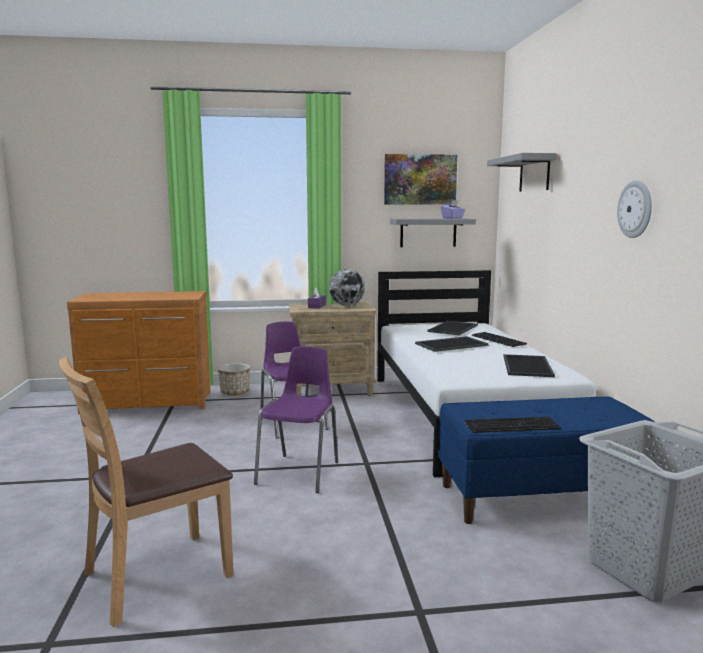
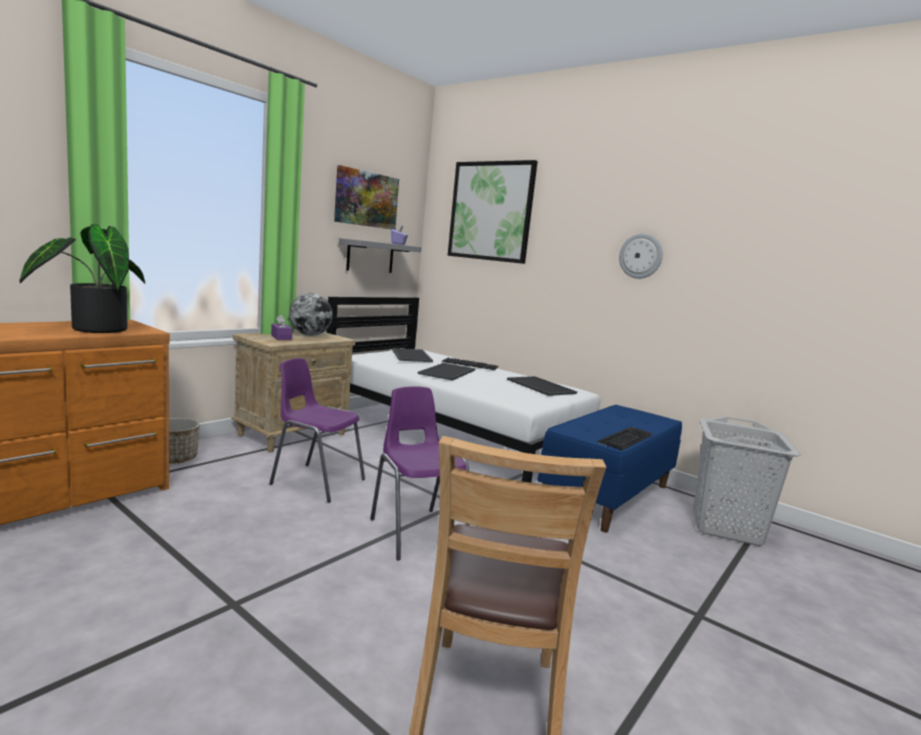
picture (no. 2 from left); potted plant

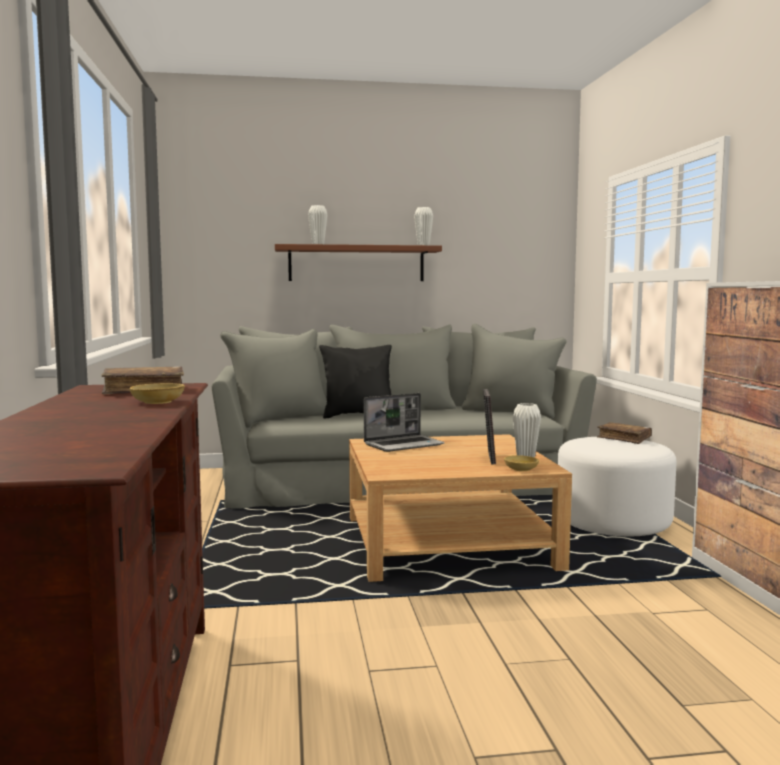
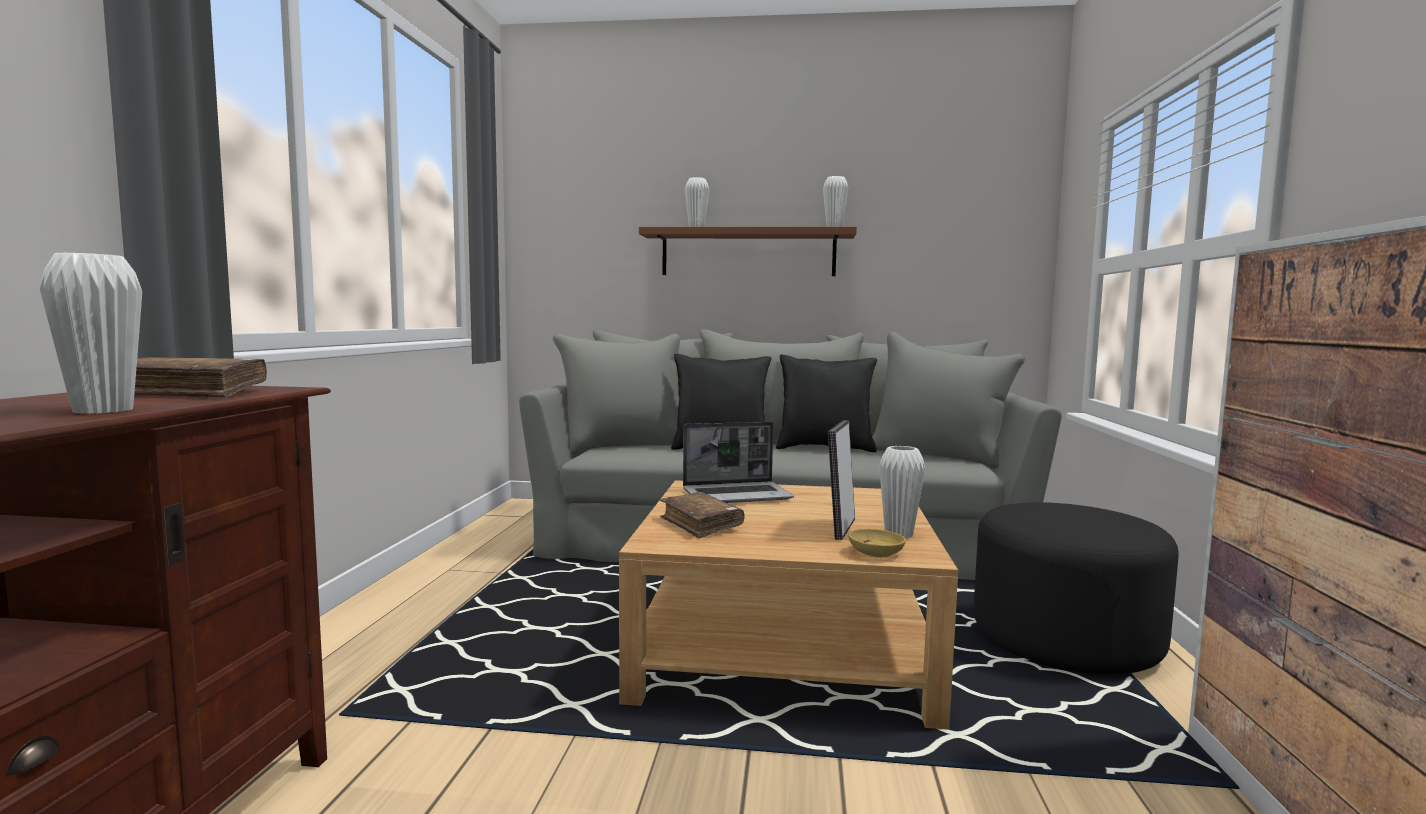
vase (white) (no. 1 from left); ottoman (black); book (brown) (no. 2 from left); pillow (black) (no. 2 from left)

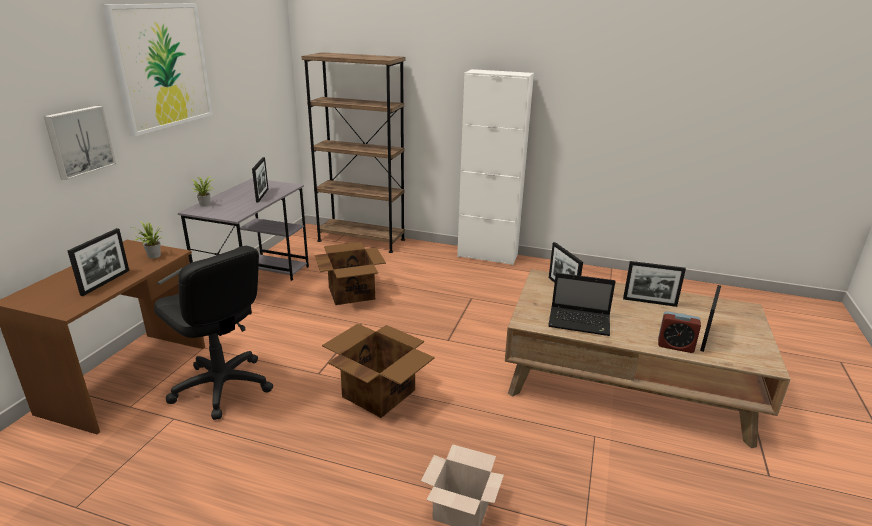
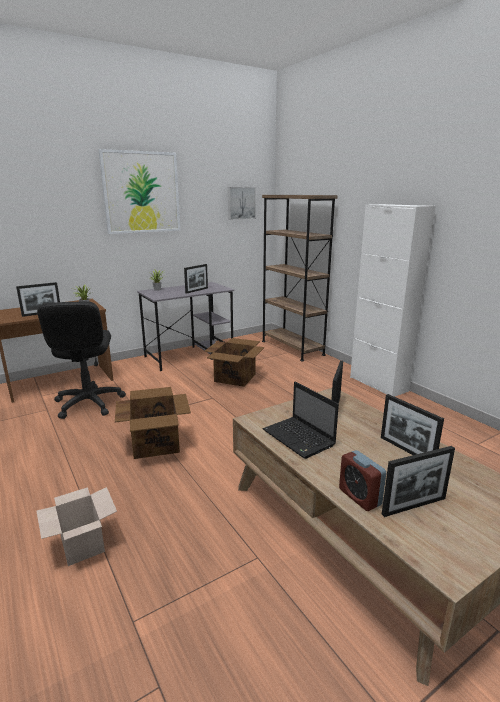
picture (no. 2 from left)

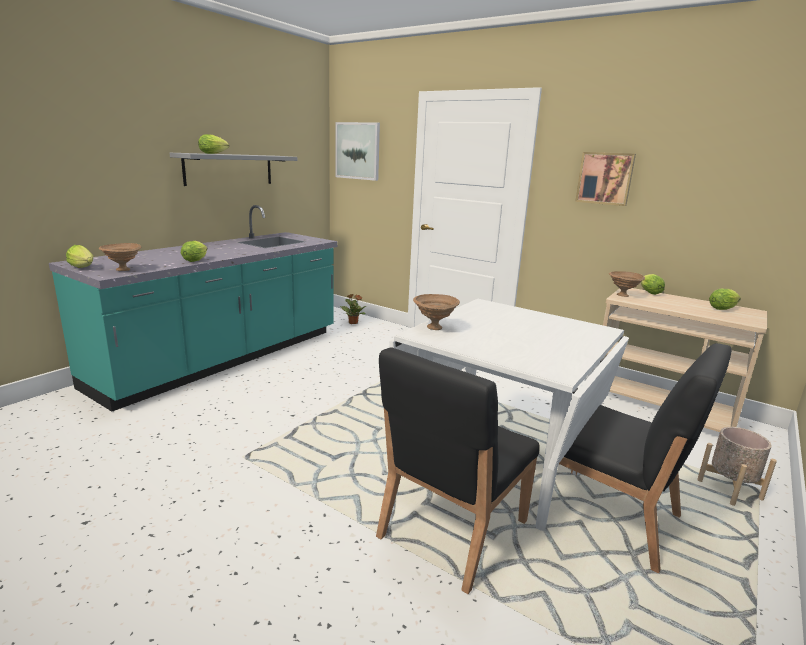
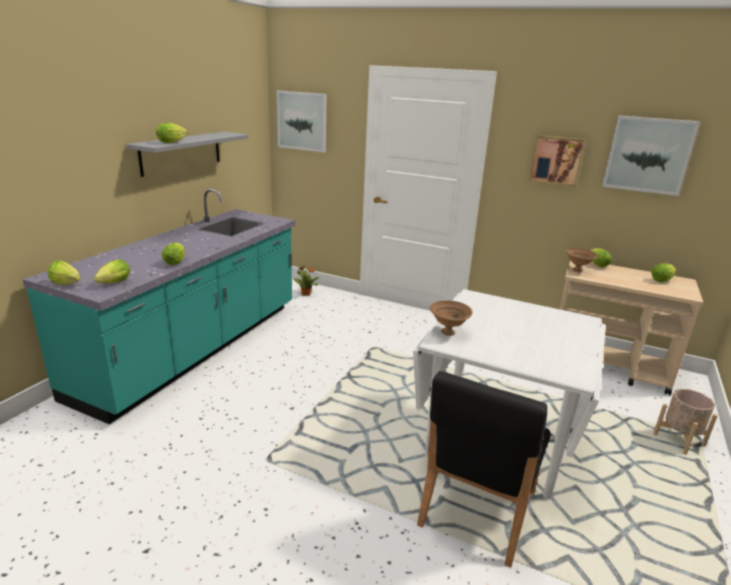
lettuce (no. 2 from left); chair (black) (no. 2 from left in the first image); picture (no. 3 from left)

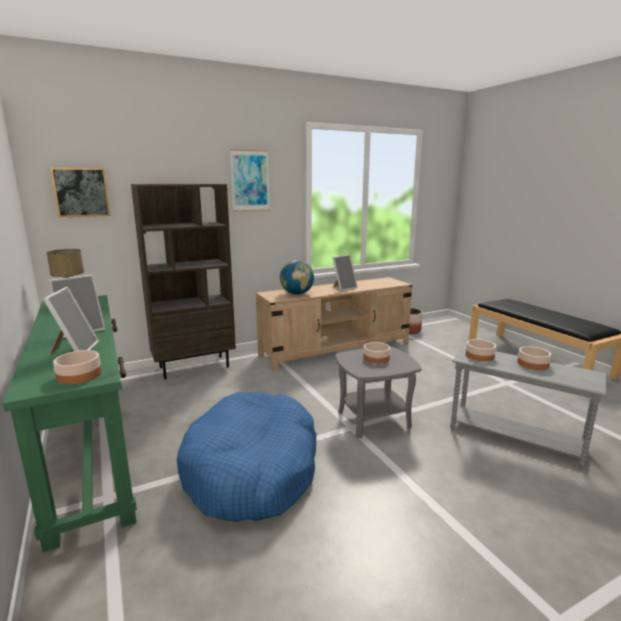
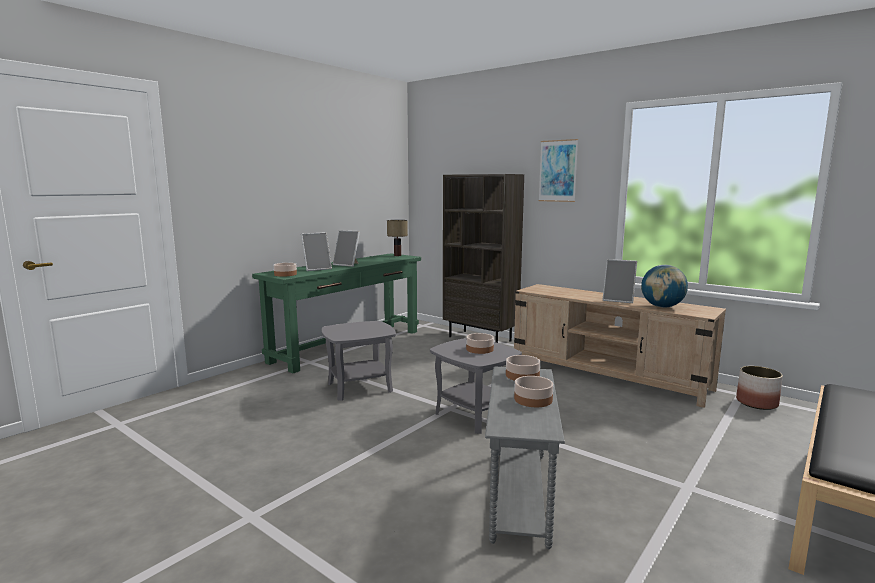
picture (no. 1 from left in the first image); side table (grey) (no. 1 from left); globe

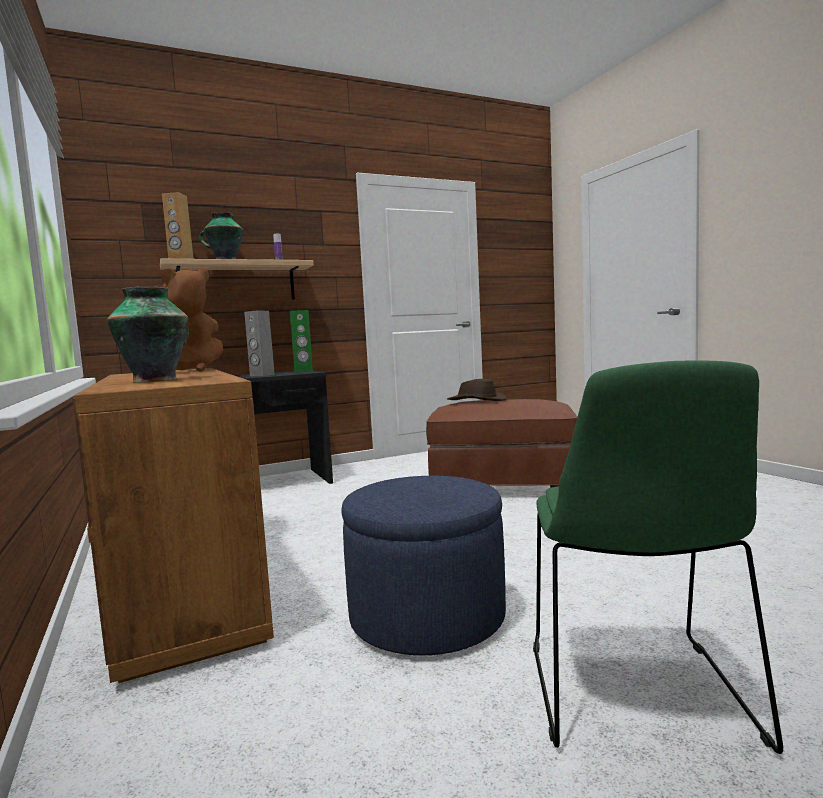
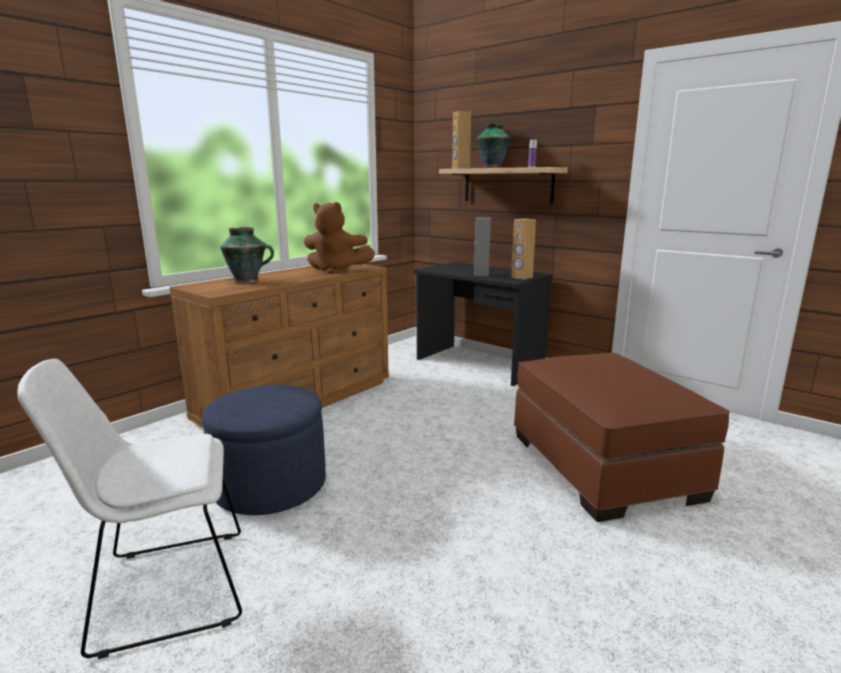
speaker (brown) (no. 2 from left); hat (brown); chair (white)

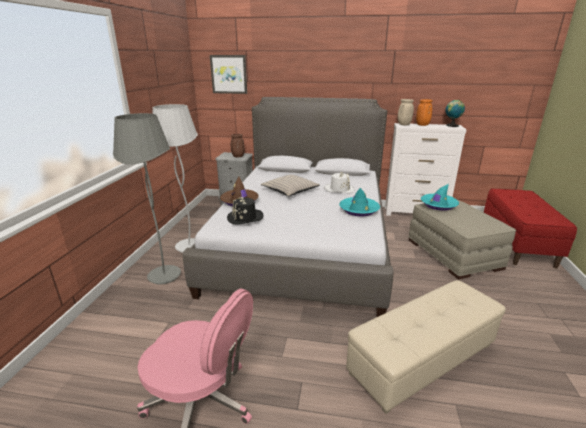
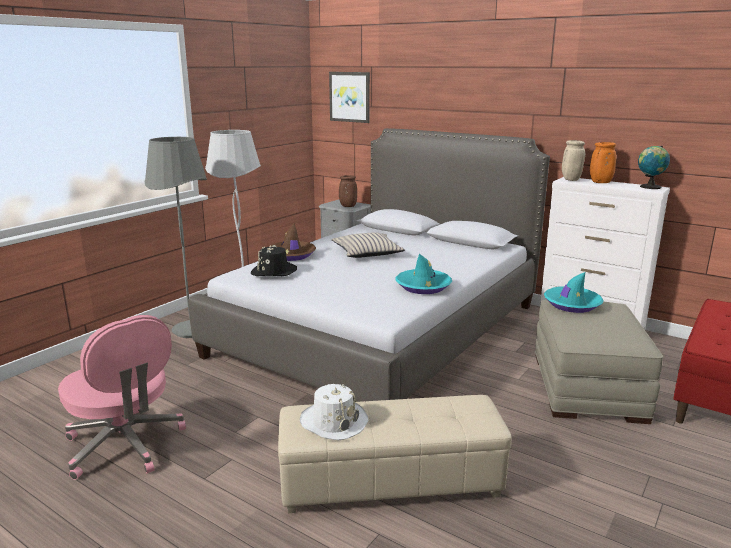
hat (white)

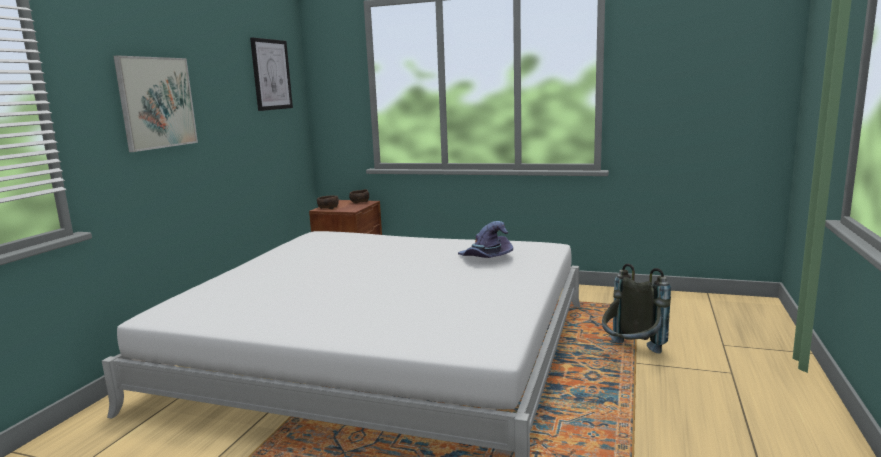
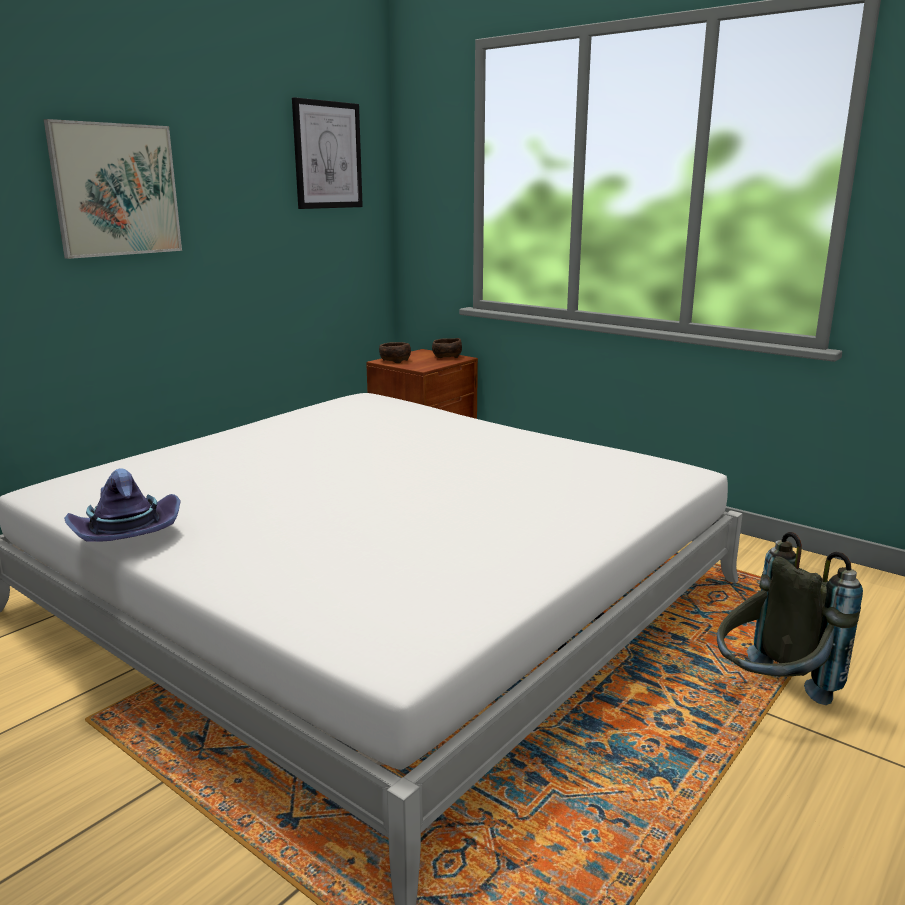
hat (purple)

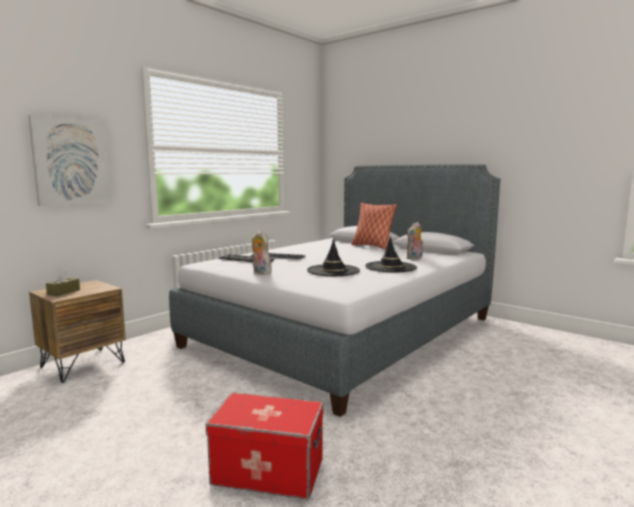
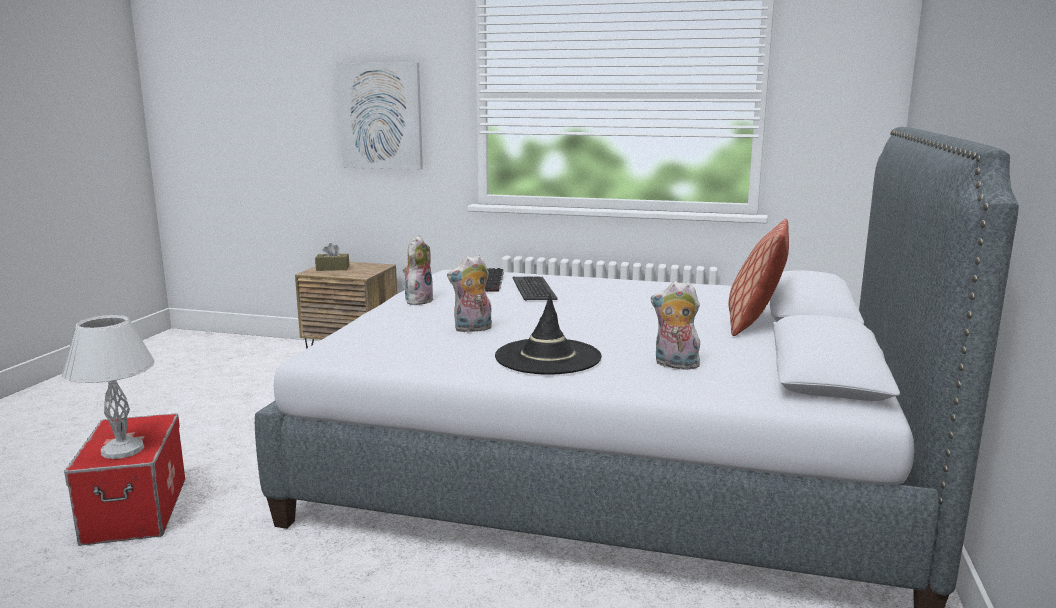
plush toy (no. 2 from left); table lamp (white)

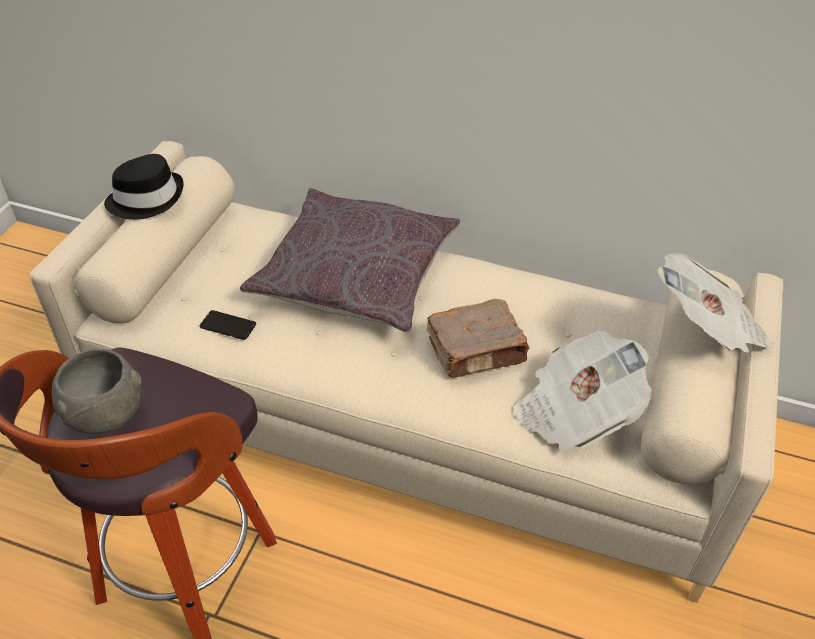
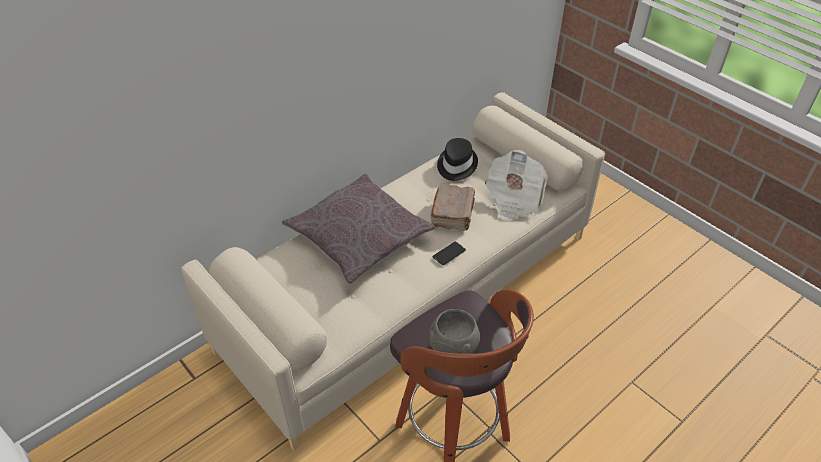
hat (black); phone; newspaper (no. 2 from left in the first image)

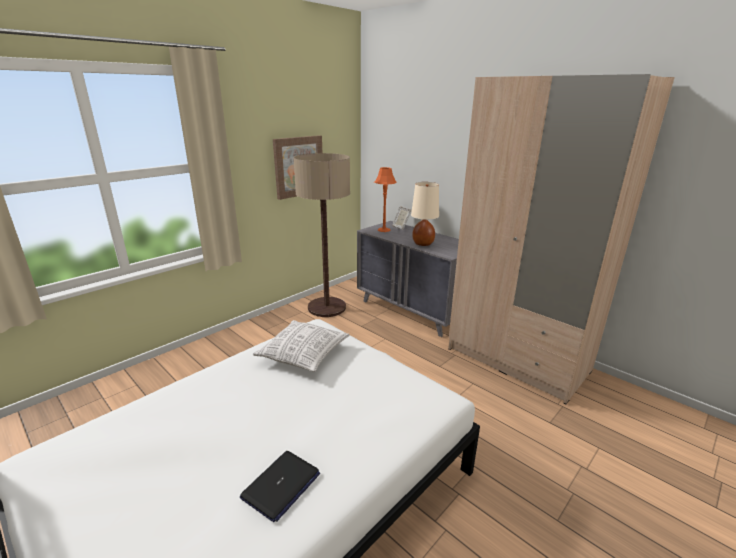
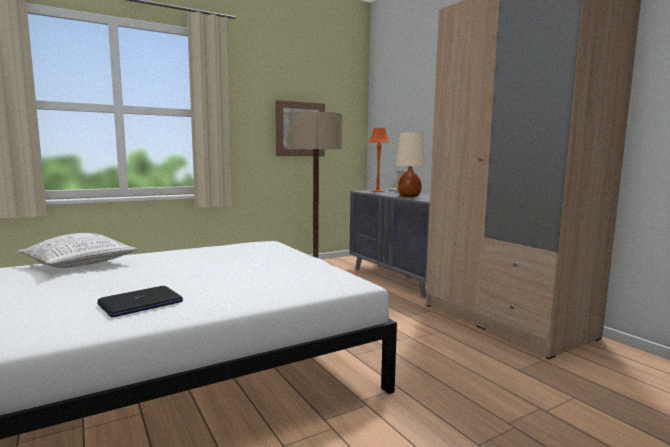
pillow

